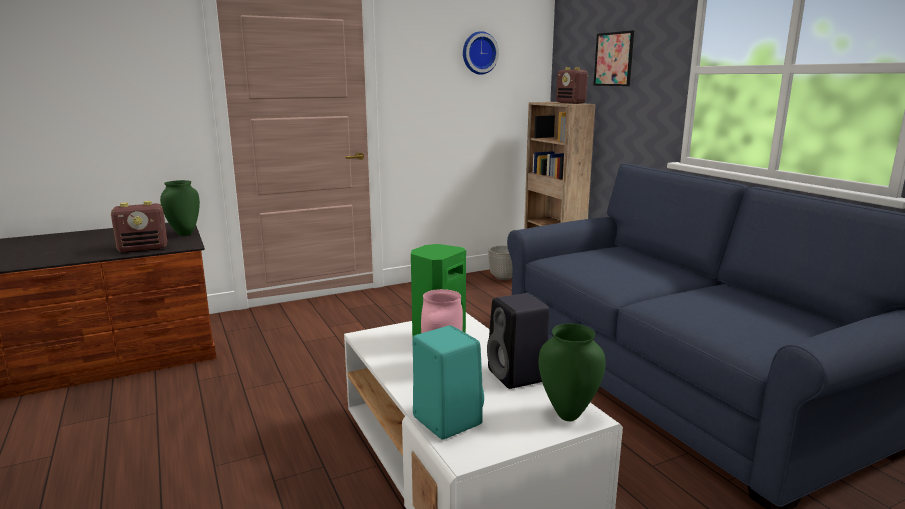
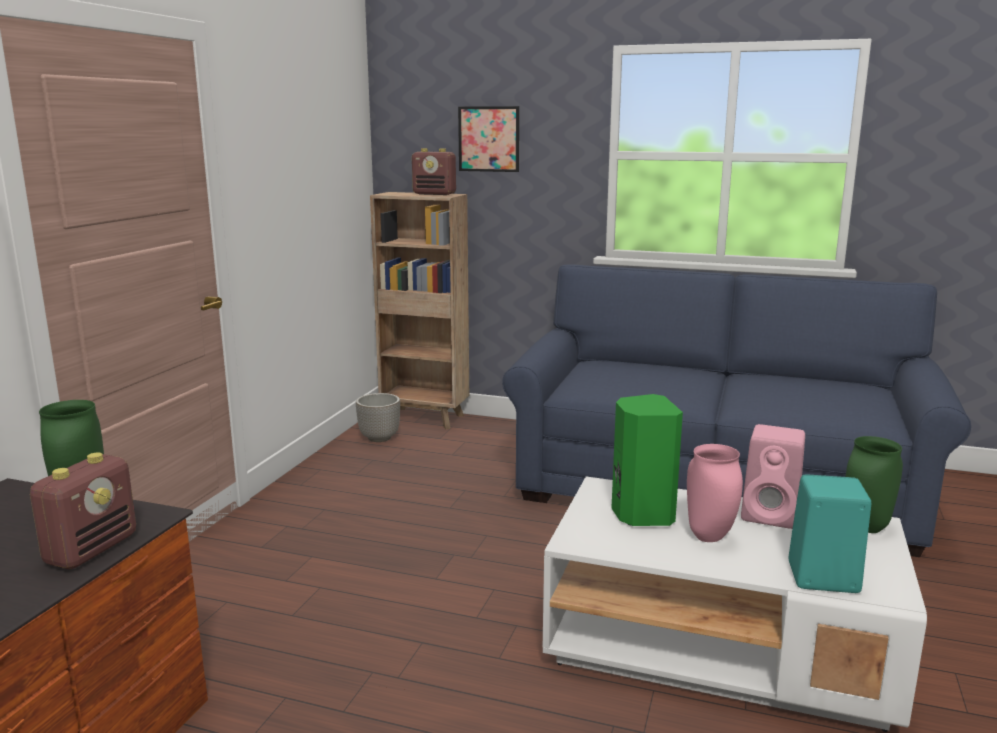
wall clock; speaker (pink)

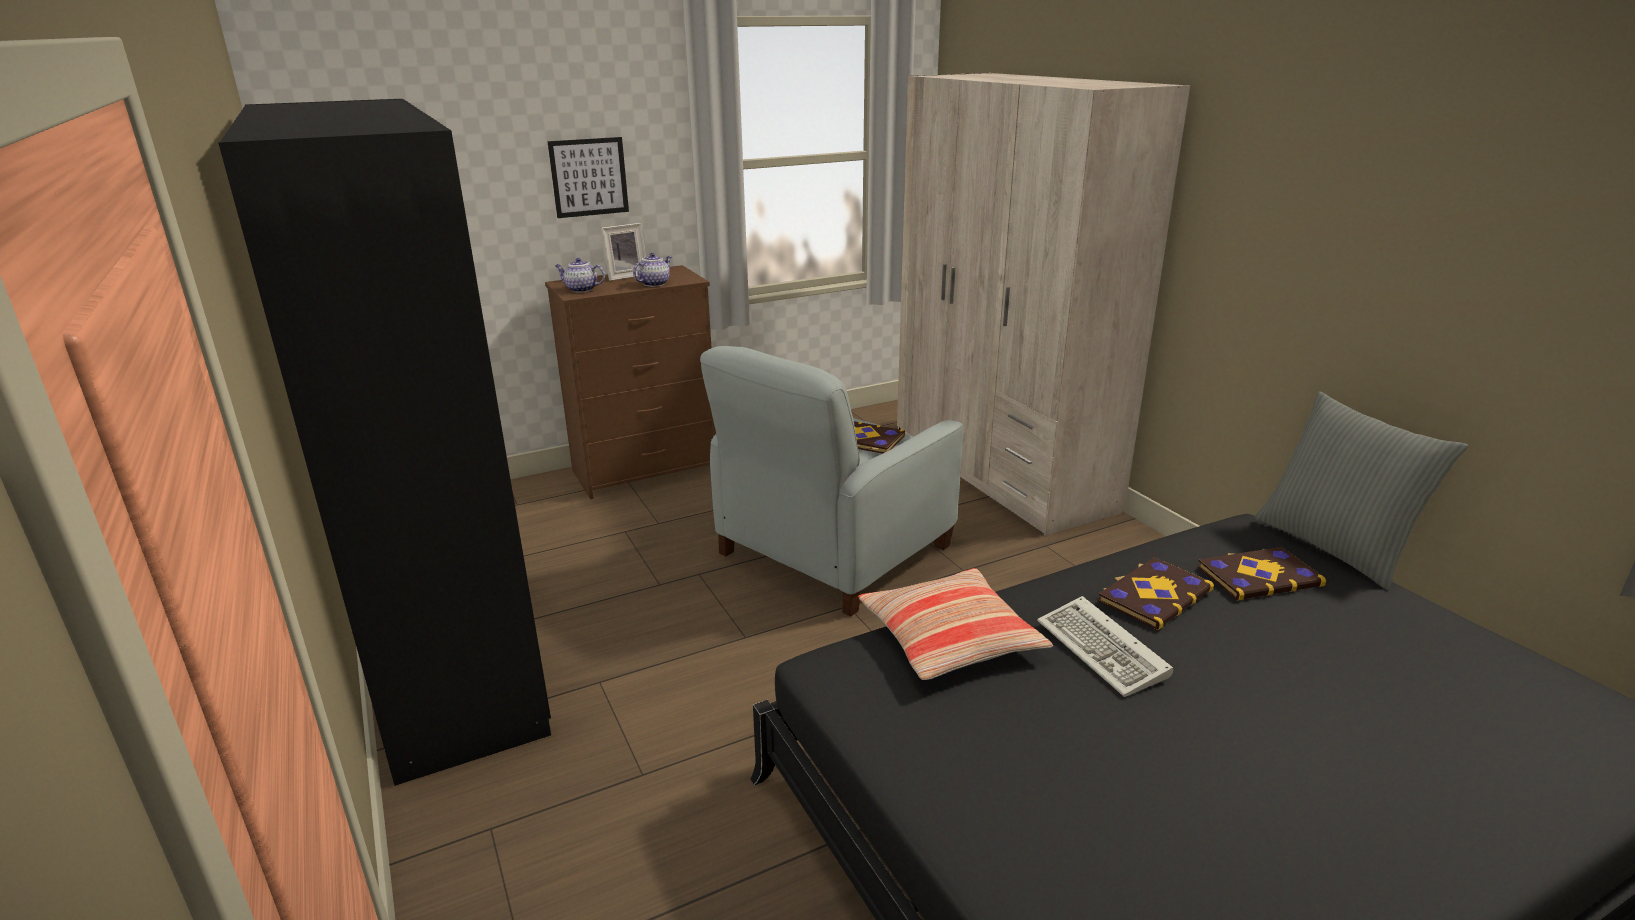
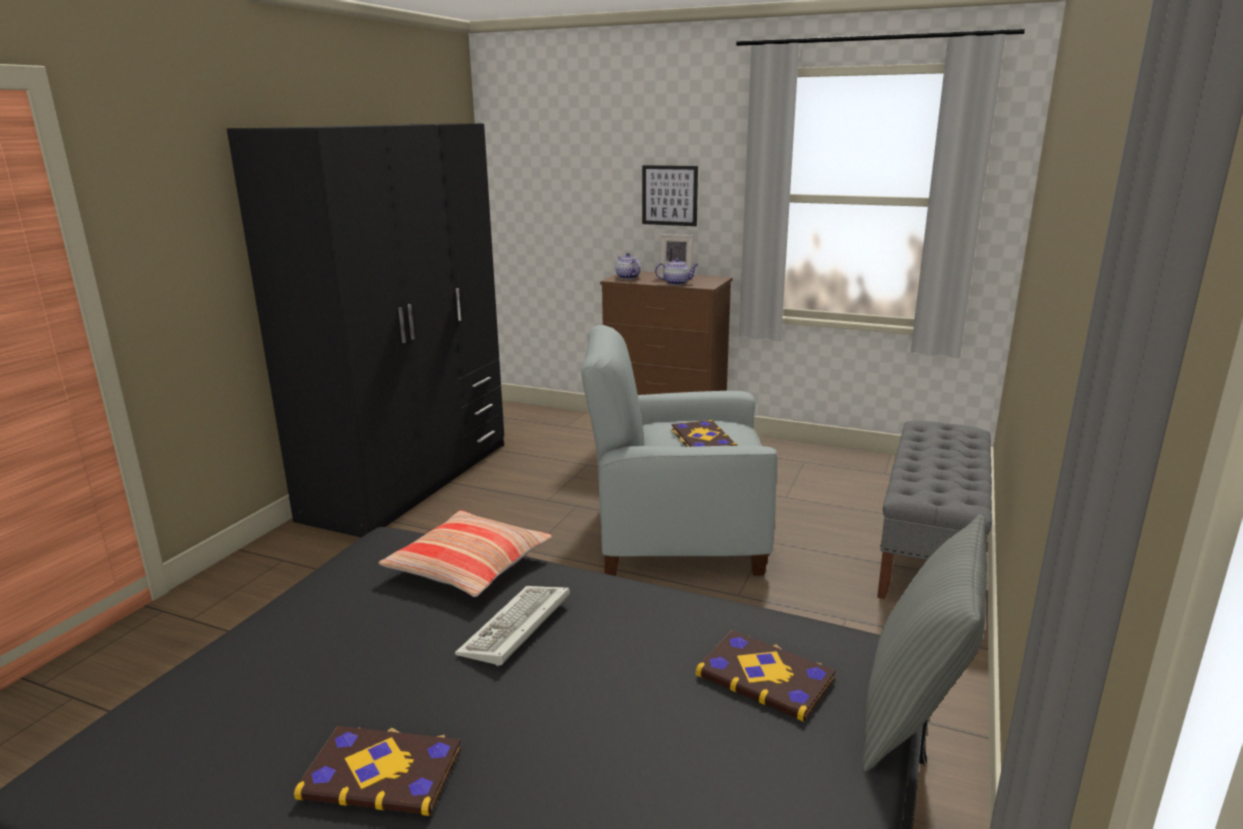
bench (grey); book (no. 1 from left)

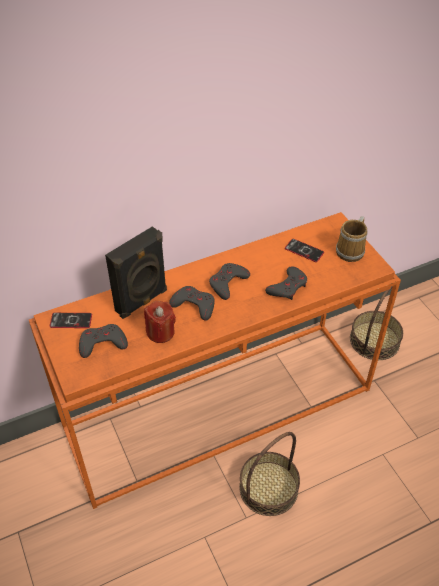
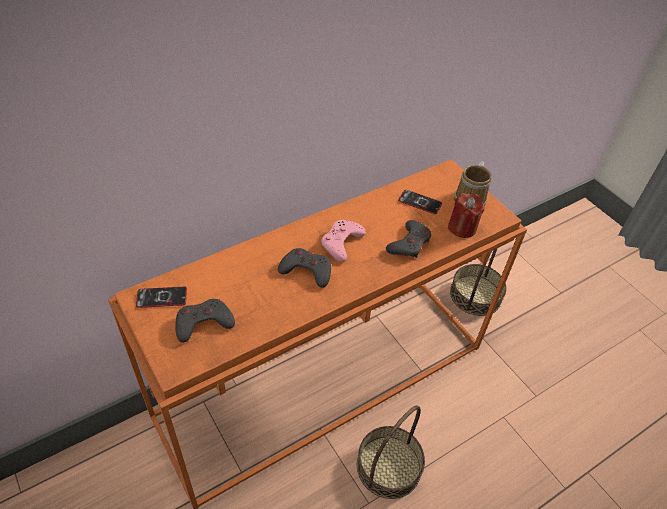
speaker (black); candle (red); game controller (pink)

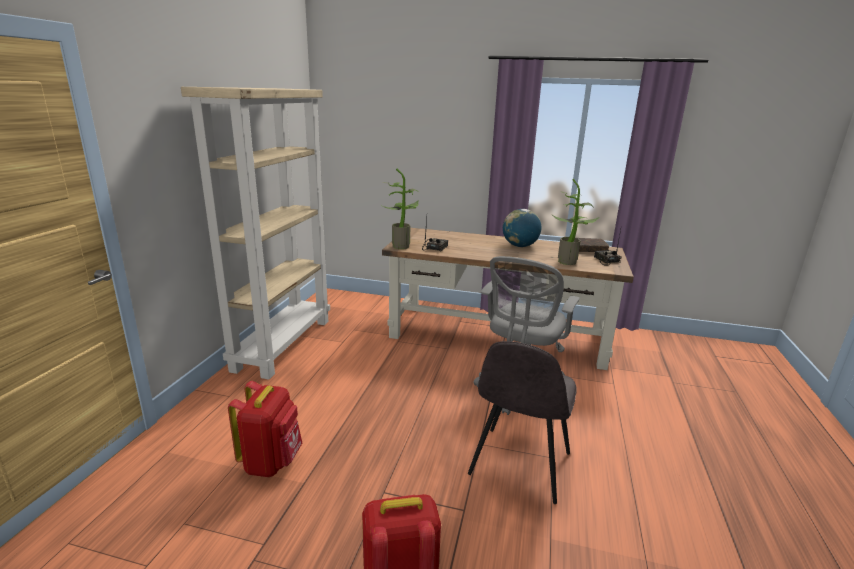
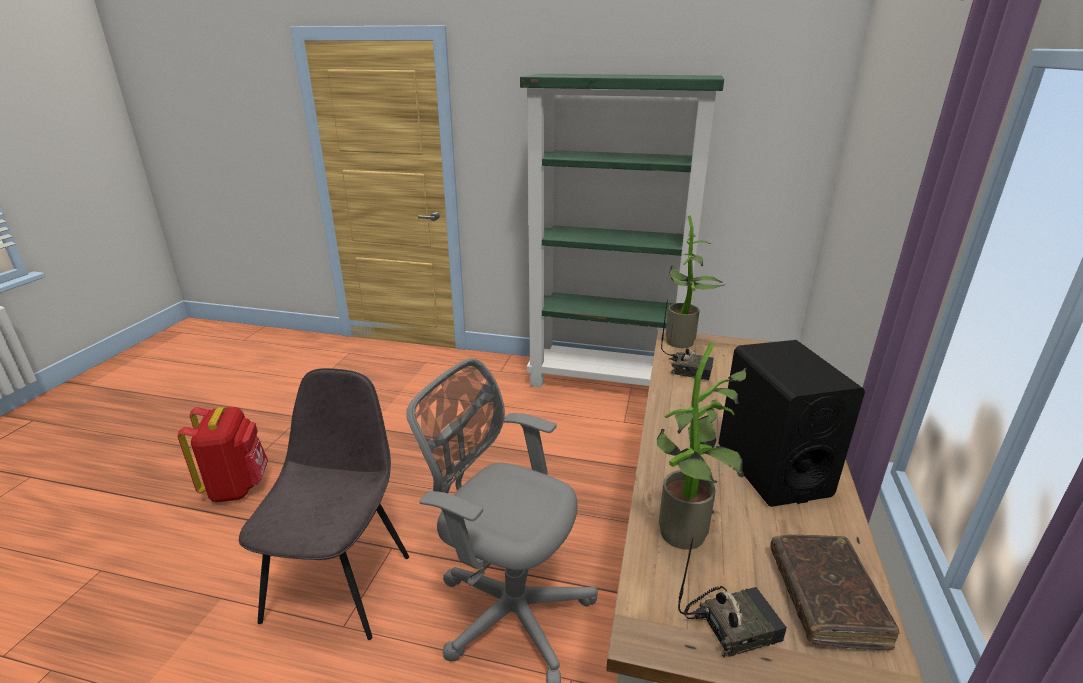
bookcase (green); backpack (red) (no. 1 from left in the first image); chair (grey); speaker (black)

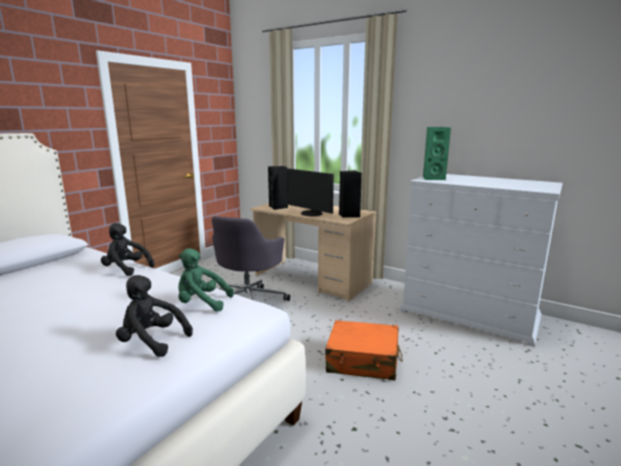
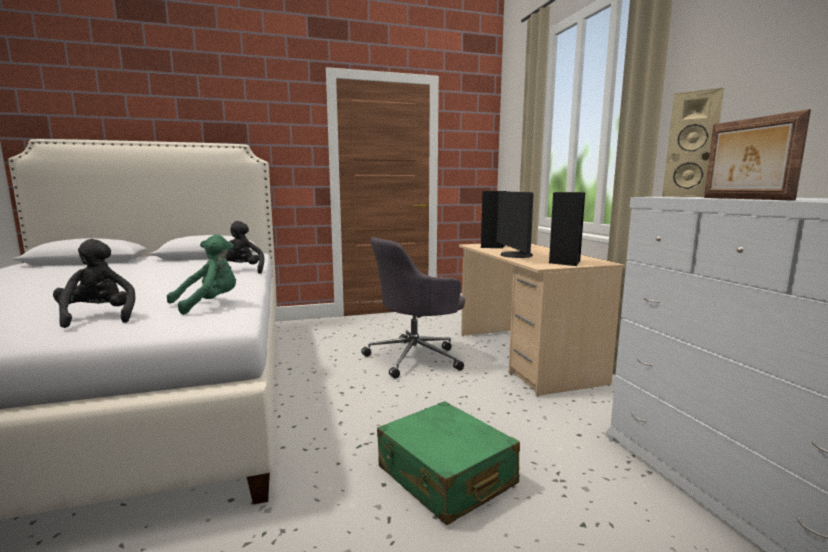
plush toy (green); suitcase (green); speaker (beige); picture frame

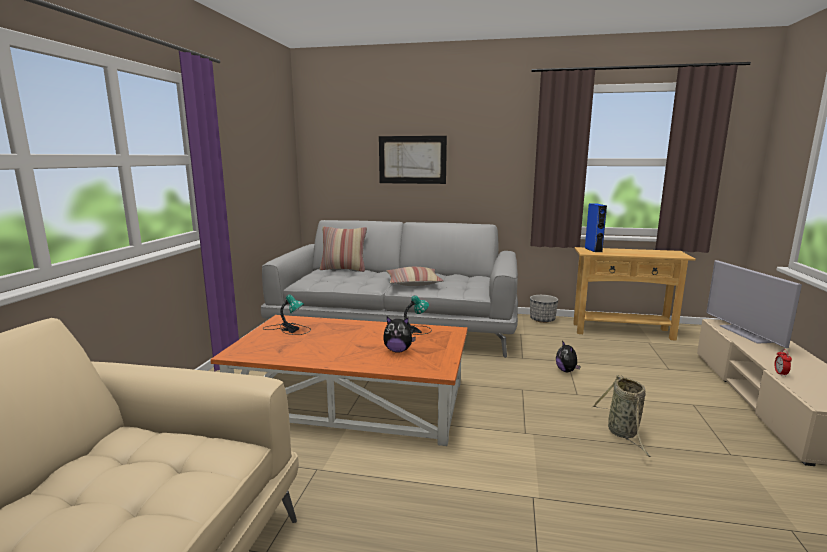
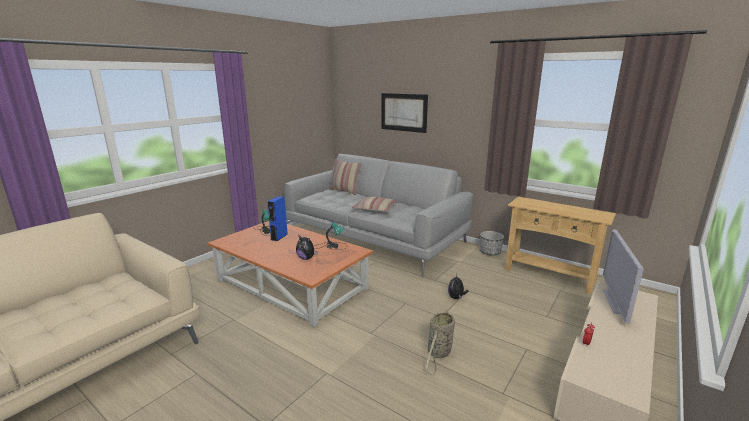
speaker (blue)

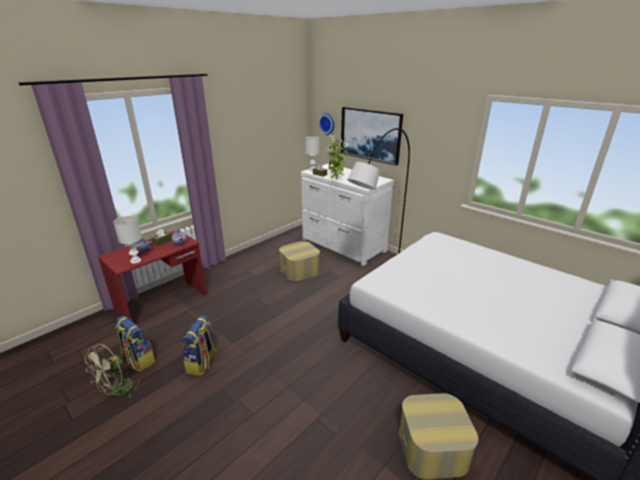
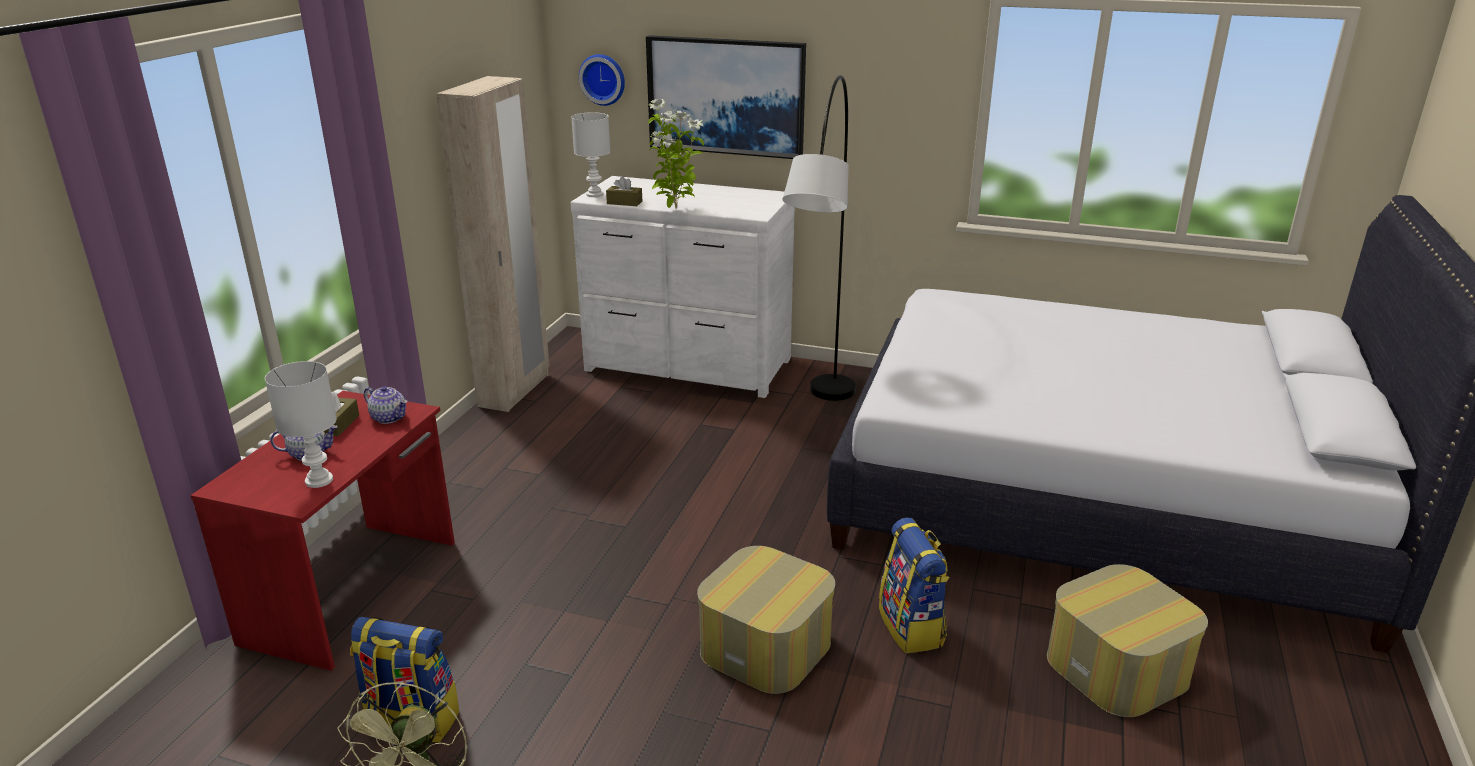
backpack (no. 2 from left); ottoman (no. 1 from left); wardrobe (beige)

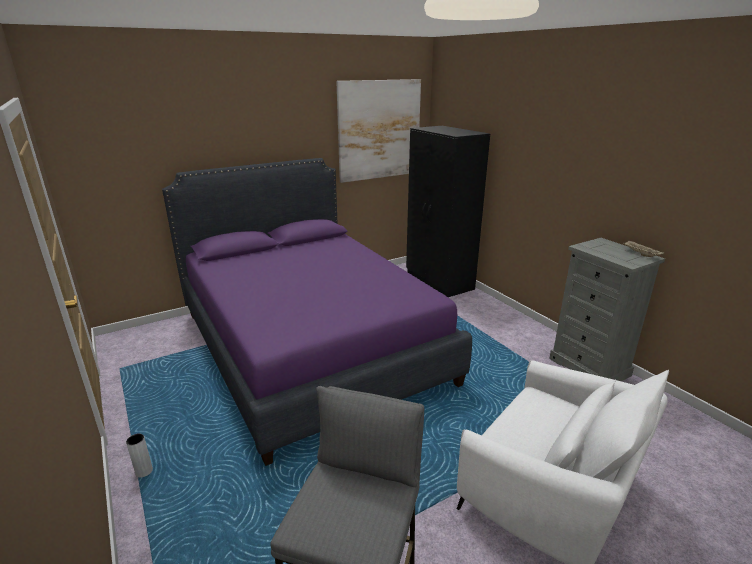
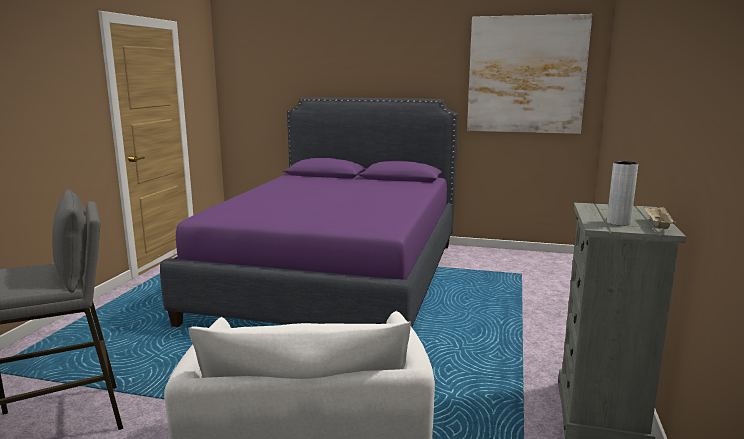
vase (grey); wardrobe (black)

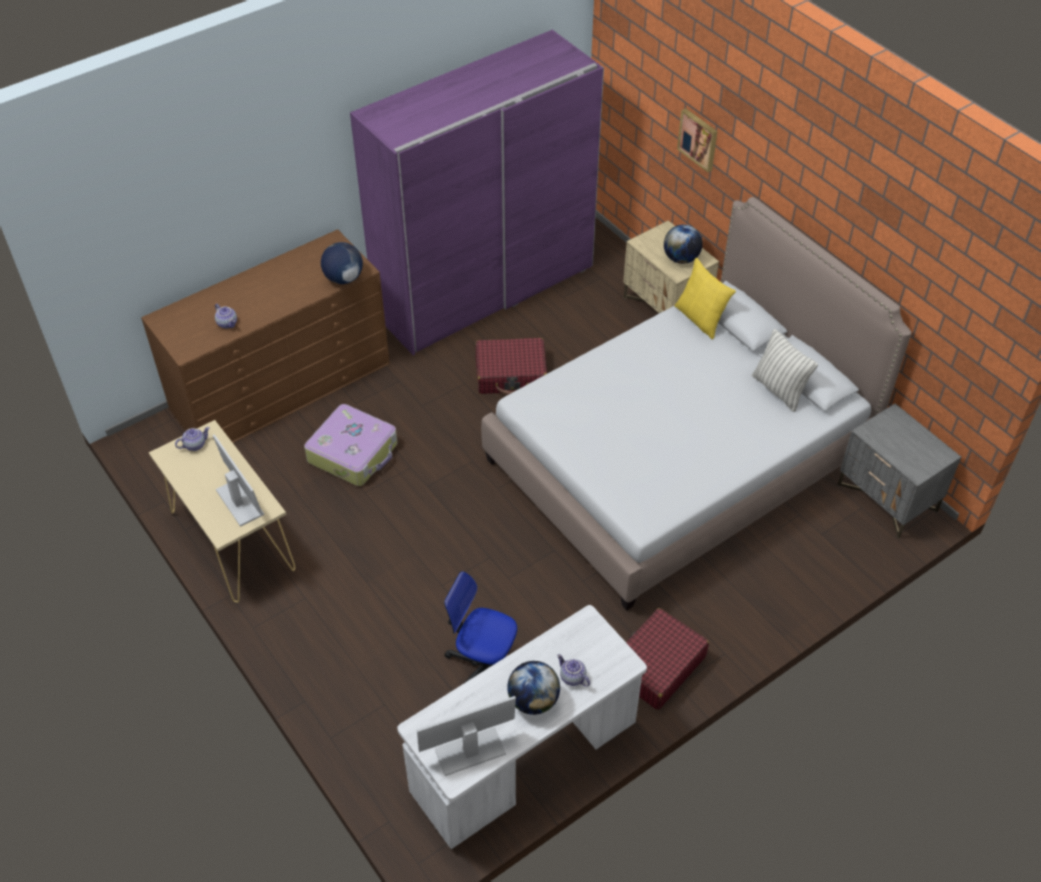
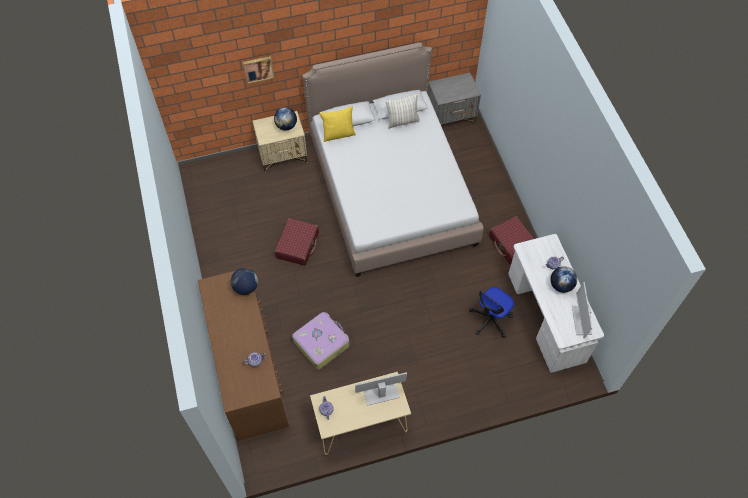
wardrobe (purple)

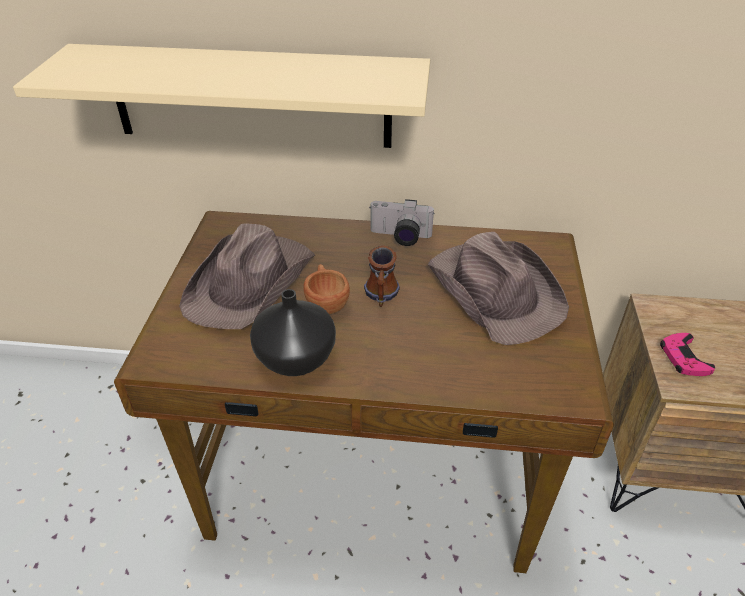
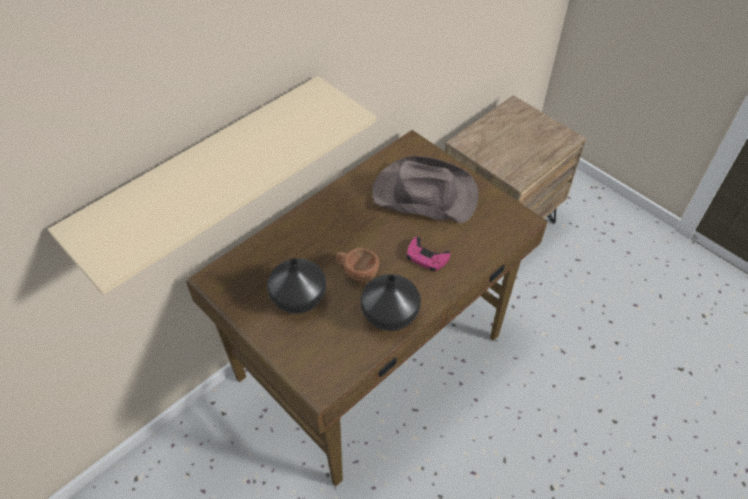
vase (black) (no. 1 from left); mug; photo camera; game controller (pink)

